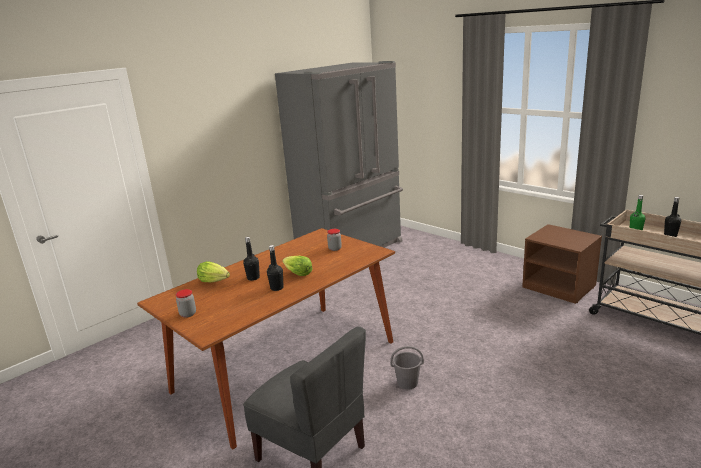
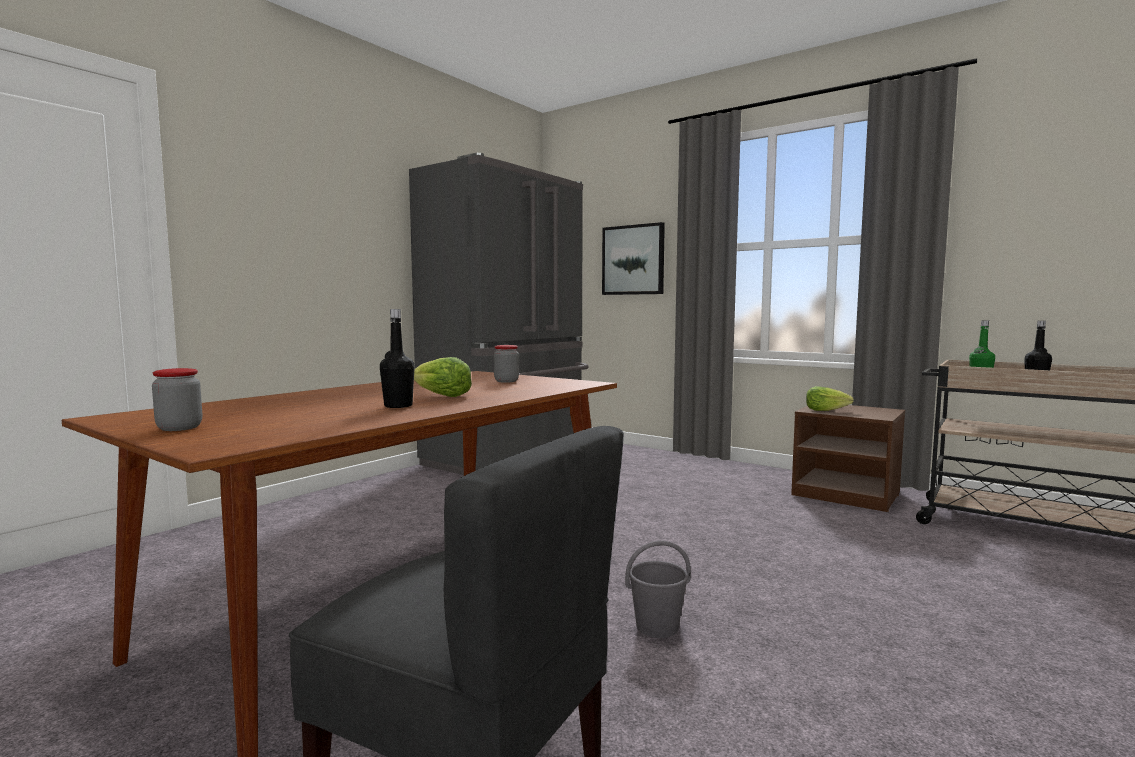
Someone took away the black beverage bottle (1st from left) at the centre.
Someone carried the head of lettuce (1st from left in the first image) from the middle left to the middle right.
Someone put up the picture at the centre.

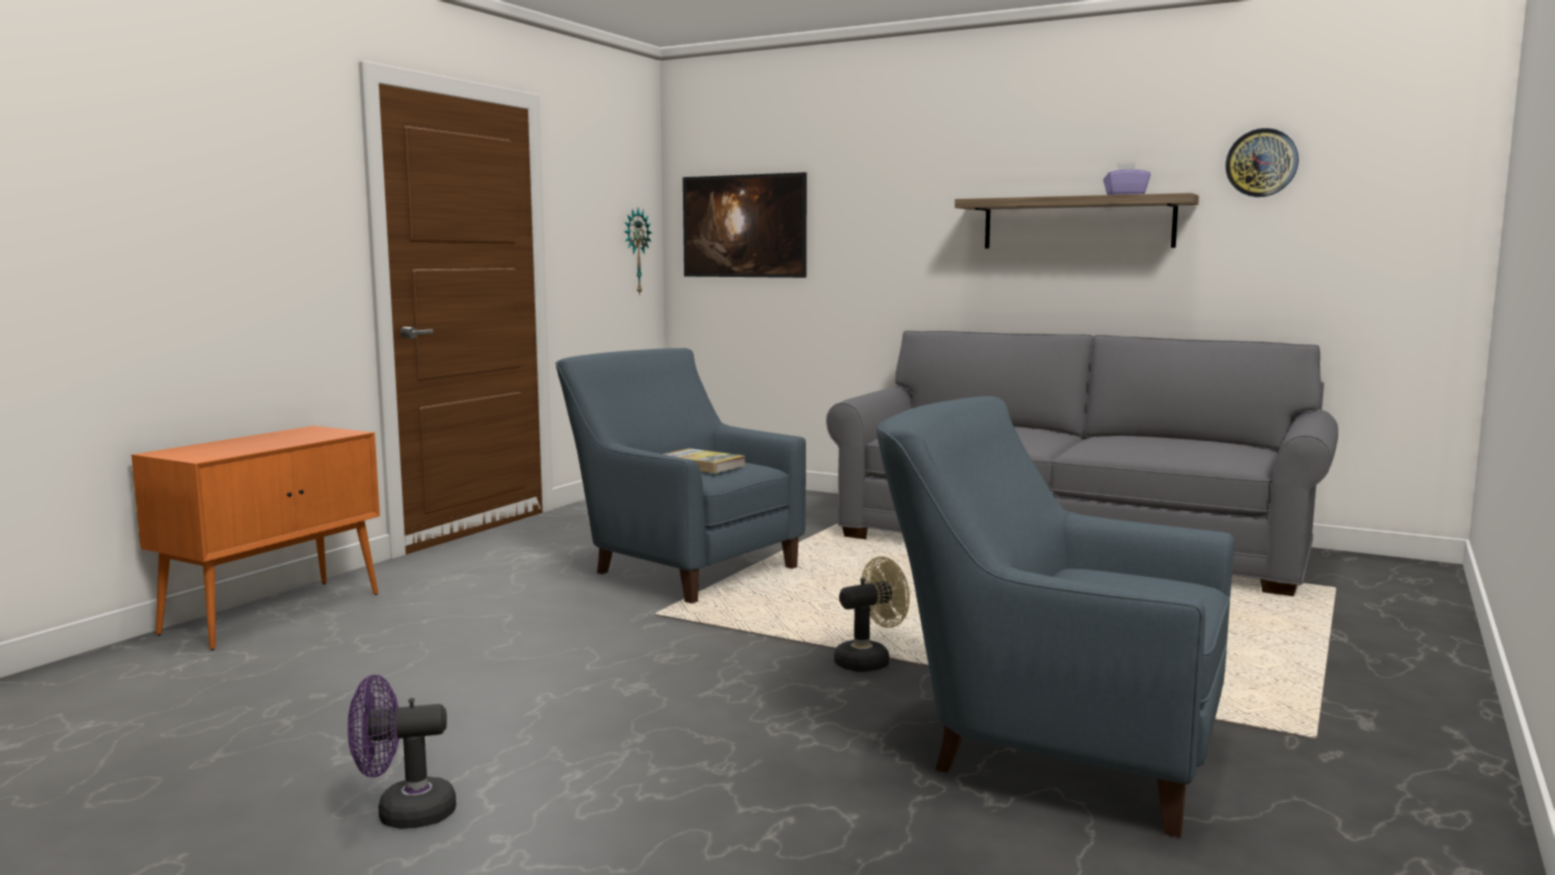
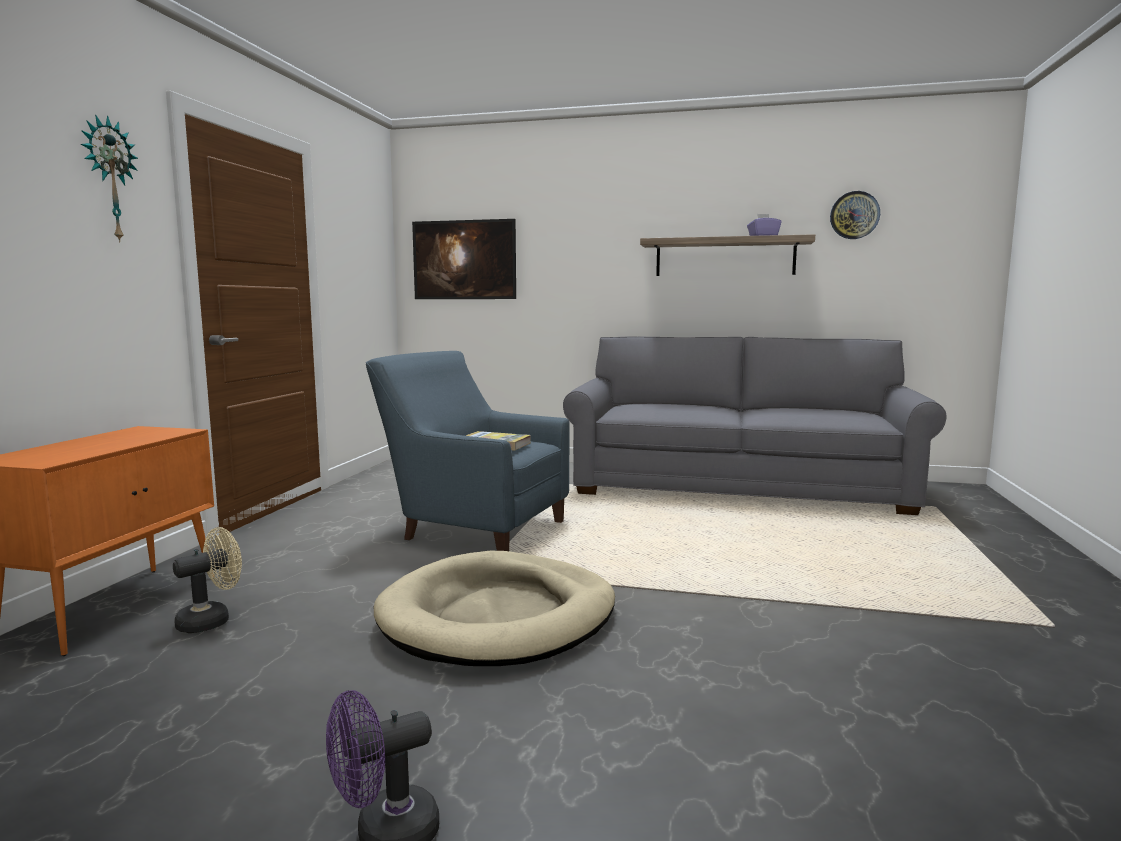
Someone carried the clock on the wall (1st from left) from the top centre to the top left.
Someone took away the blue-coloured armchair (2nd from left) at the bottom right.
Someone carried the beige-coloured fan from the bottom centre to the bottom left.
Someone put down the beige-coloured dog bed at the bottom centre.

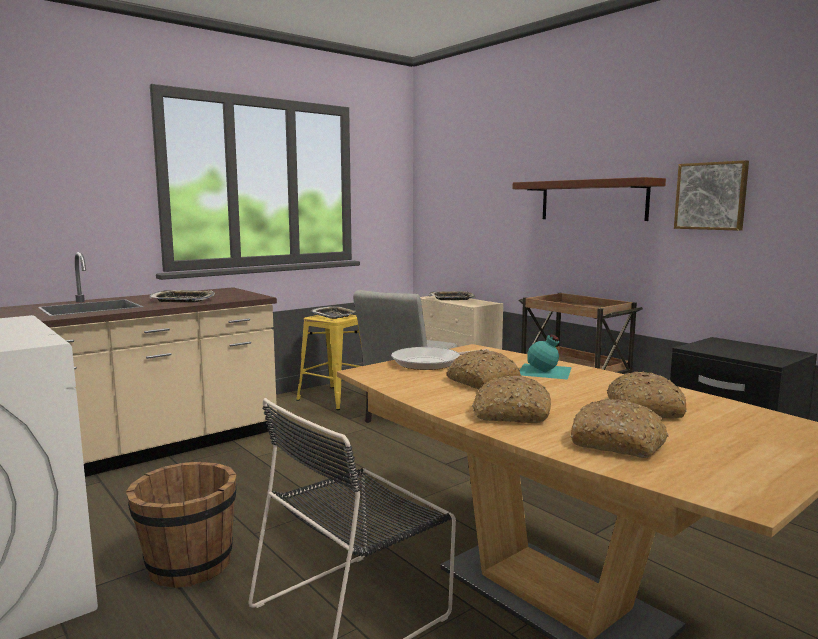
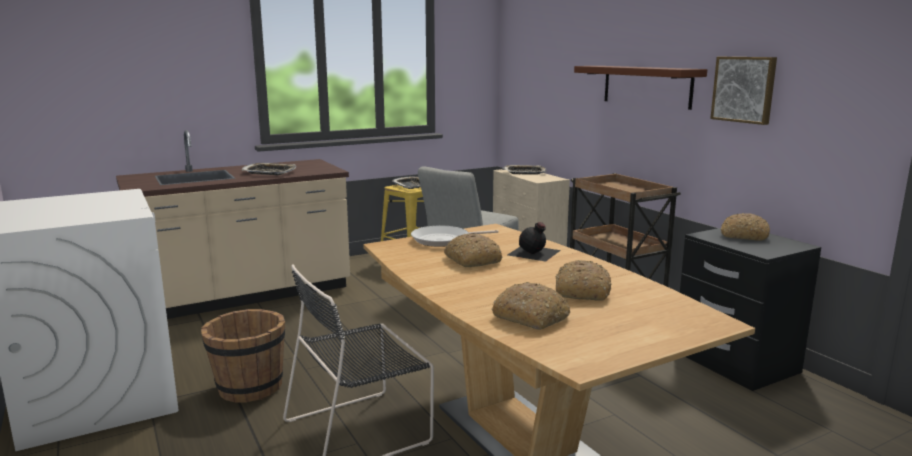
Someone repainted the turquoise-coloured beverage bottle at the middle right, which became the black beverage bottle at the centre.
Someone carried the baked bread (2nd from left in the first image) from the centre to the middle right.

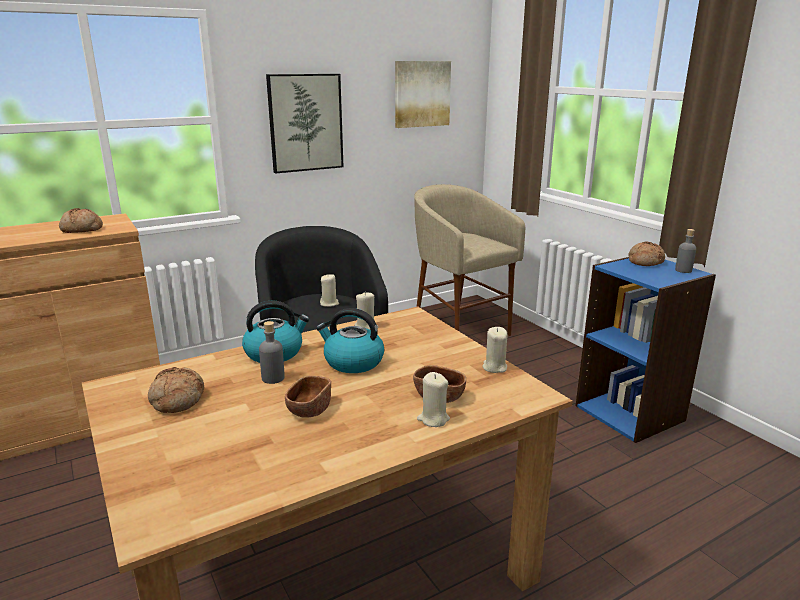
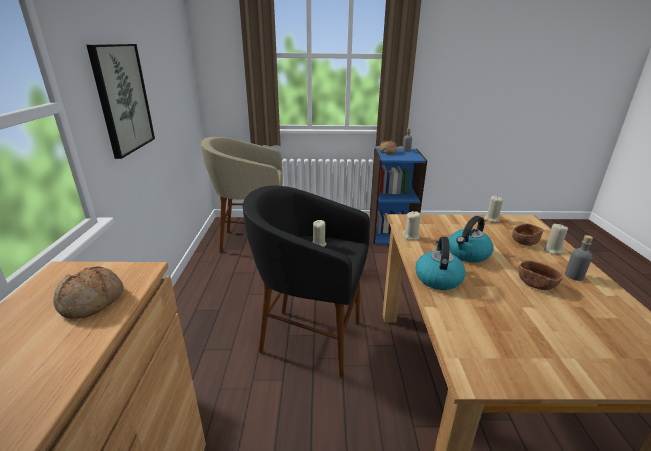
Someone took away the picture (2nd from left) at the top centre.
Someone carried the gray beverage bottle (1st from left in the first image) from the centre to the middle right.
Someone took away the baked bread (2nd from left) at the middle left.

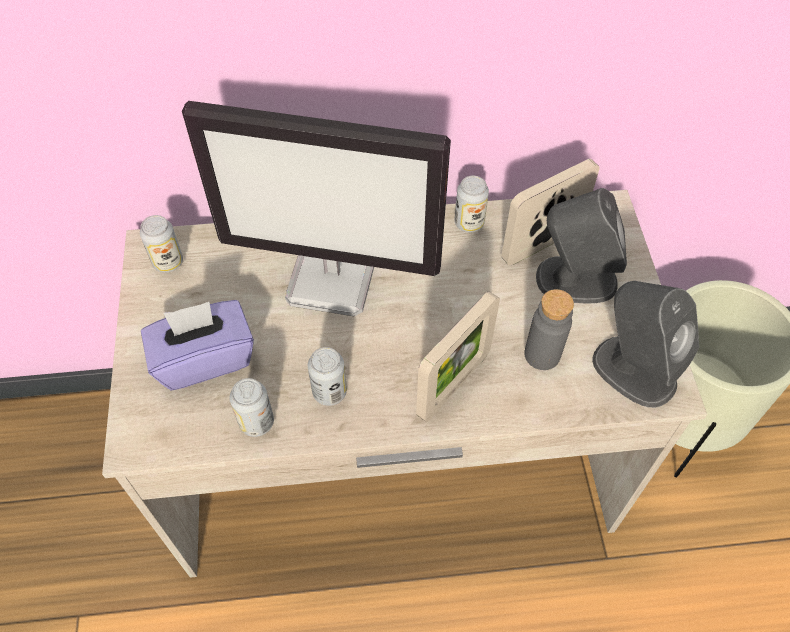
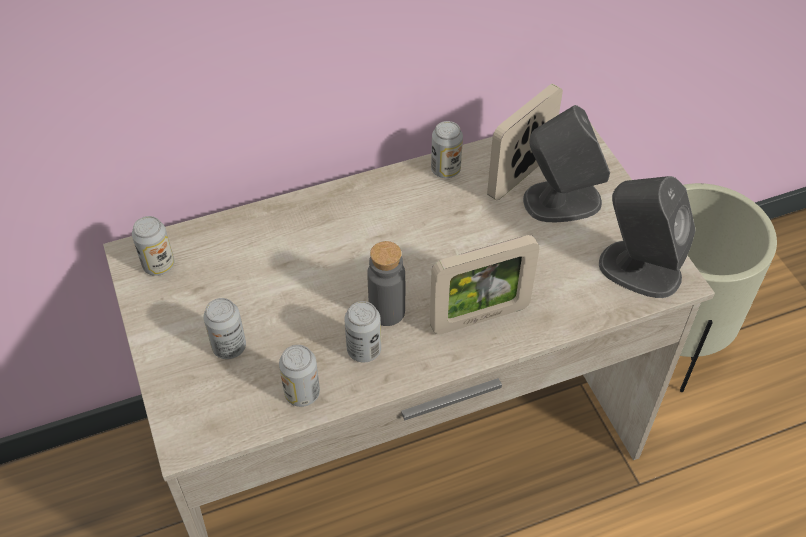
Someone took away the computer screen at the top centre.
Someone carried the gray beverage bottle from the middle right to the centre.
Someone rotated the standing frame (1st from left) at the centre by 45 degrees clockwise.
Someone swapped the purple tissue box at the middle left for the sealed can (2nd from left) at the middle left.

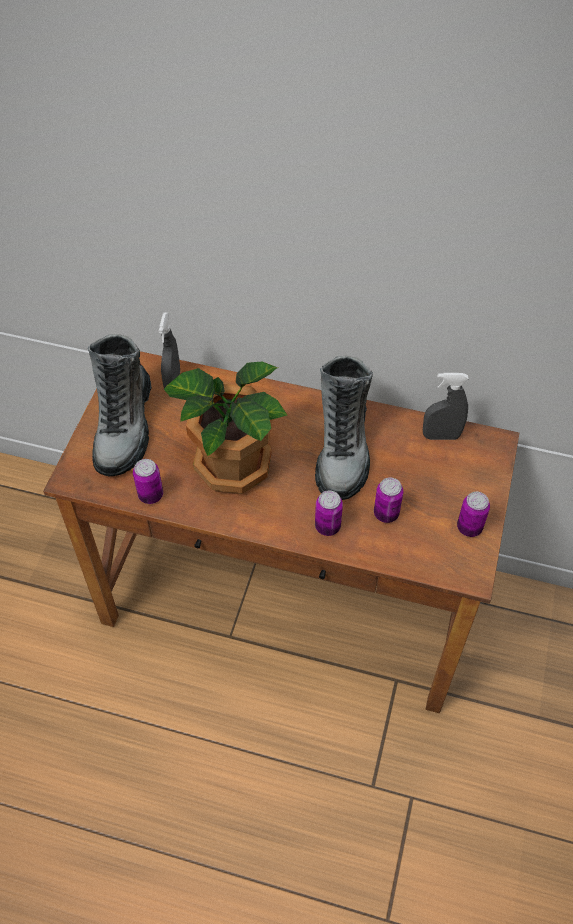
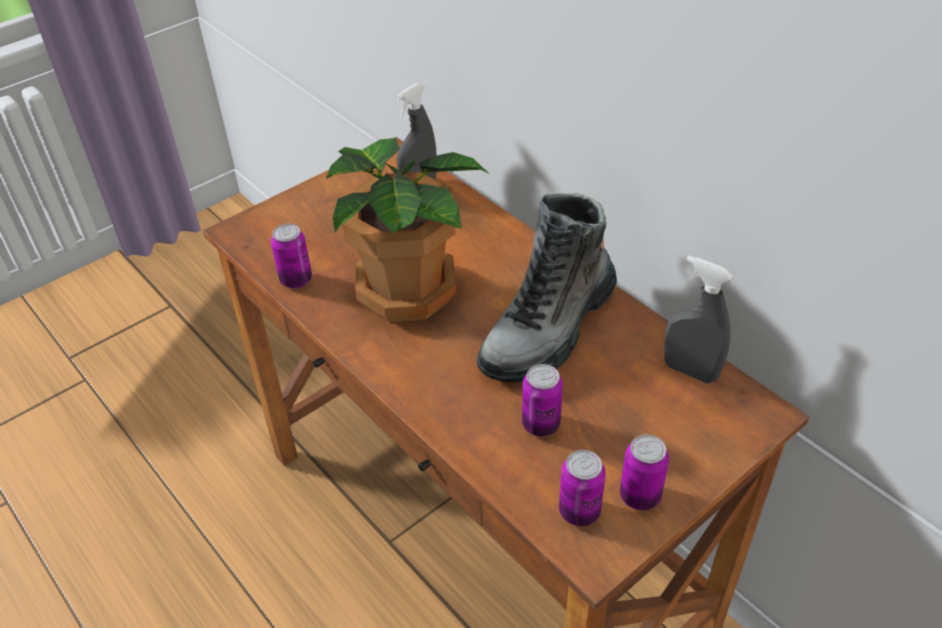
Someone took away the tall boot (1st from left) at the middle left.
Someone carried the sealed can (2nd from left in the first image) from the centre to the bottom centre.

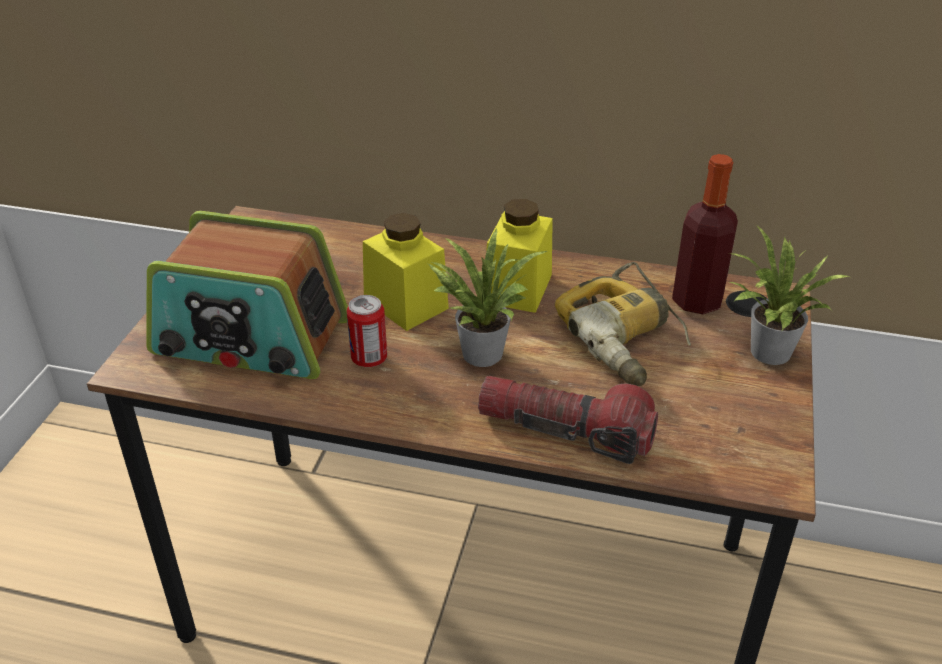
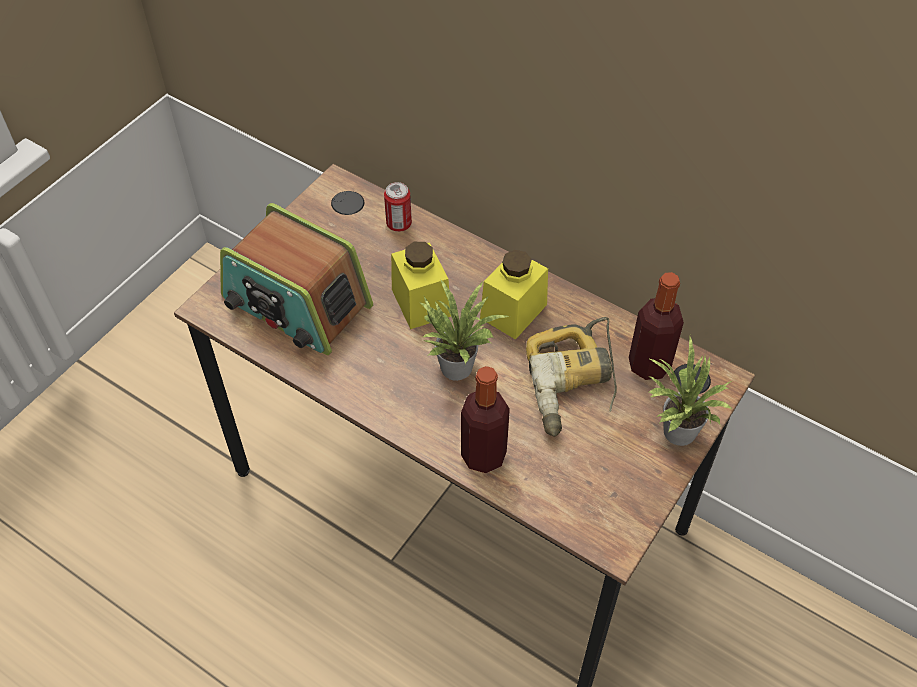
Someone carried the sealed can from the centre to the top centre.
Someone swapped the hand torch at the centre for the beverage bottle (1st from left) at the centre.

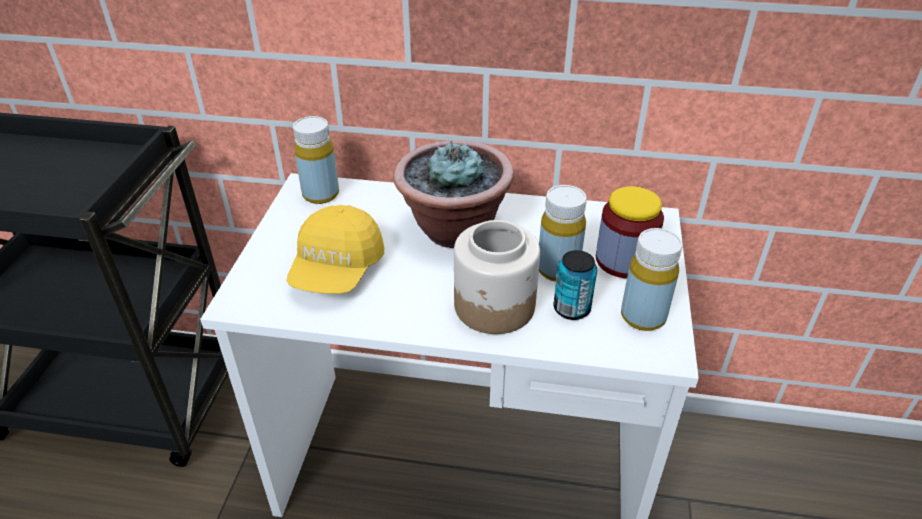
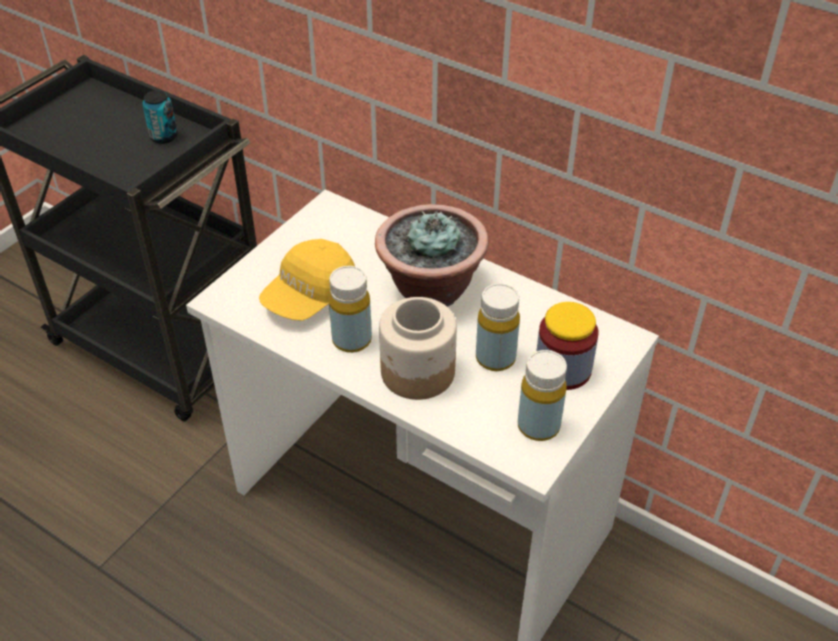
Someone carried the yellow beverage bottle (1st from left) from the top centre to the centre.
Someone carried the sealed can from the centre to the top left.

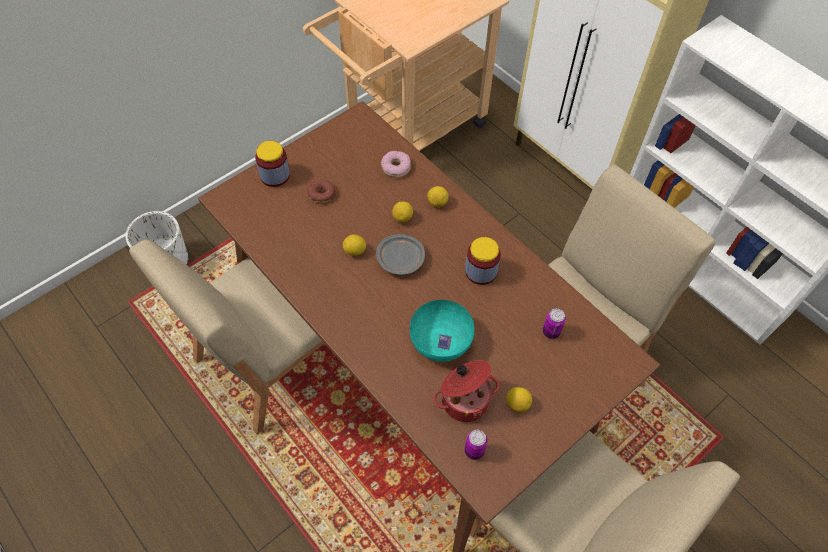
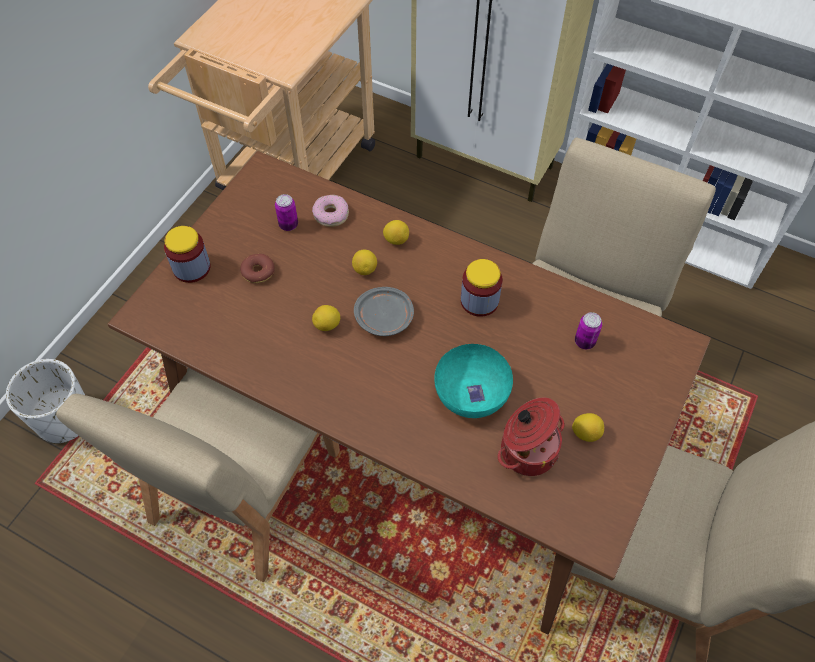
Someone carried the sealed can (1st from left) from the bottom centre to the top centre.

